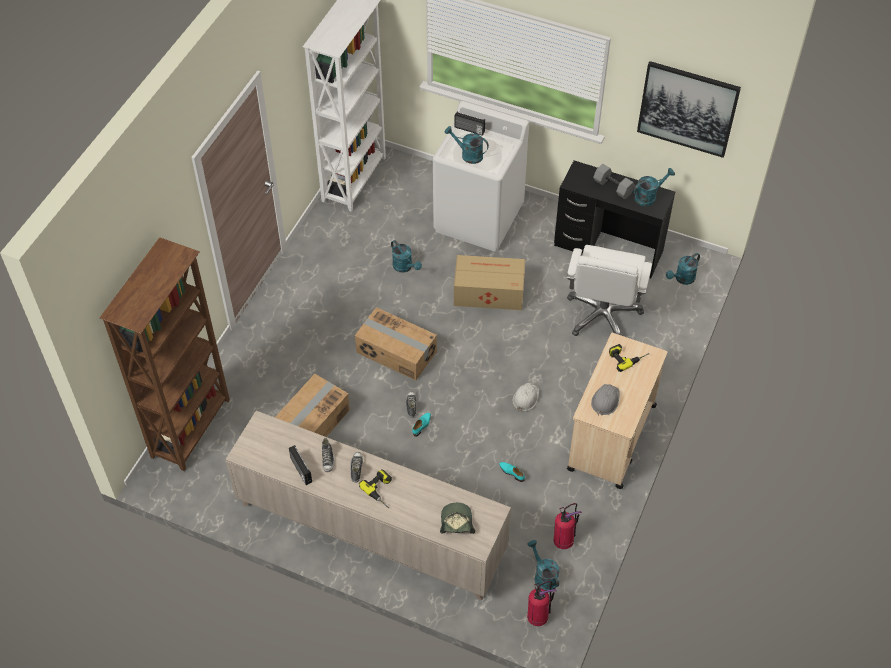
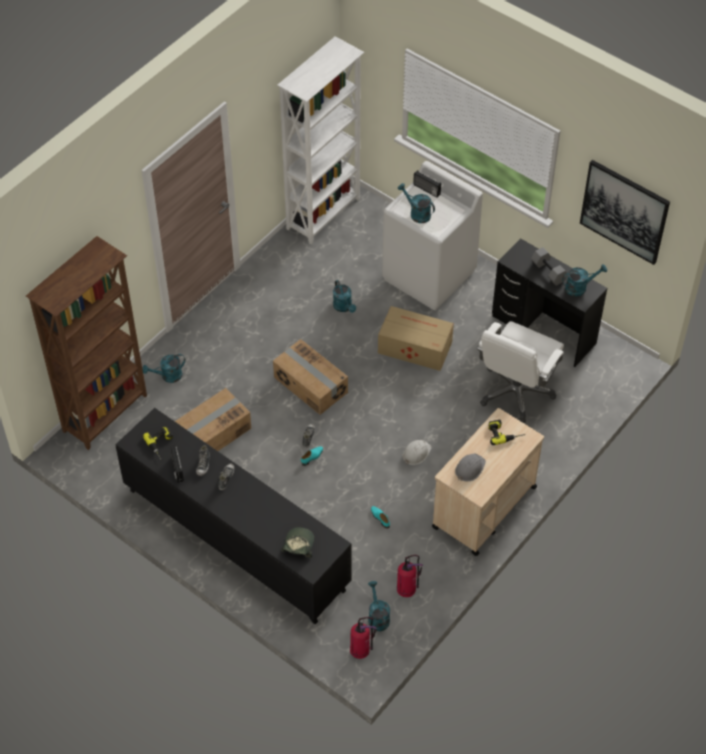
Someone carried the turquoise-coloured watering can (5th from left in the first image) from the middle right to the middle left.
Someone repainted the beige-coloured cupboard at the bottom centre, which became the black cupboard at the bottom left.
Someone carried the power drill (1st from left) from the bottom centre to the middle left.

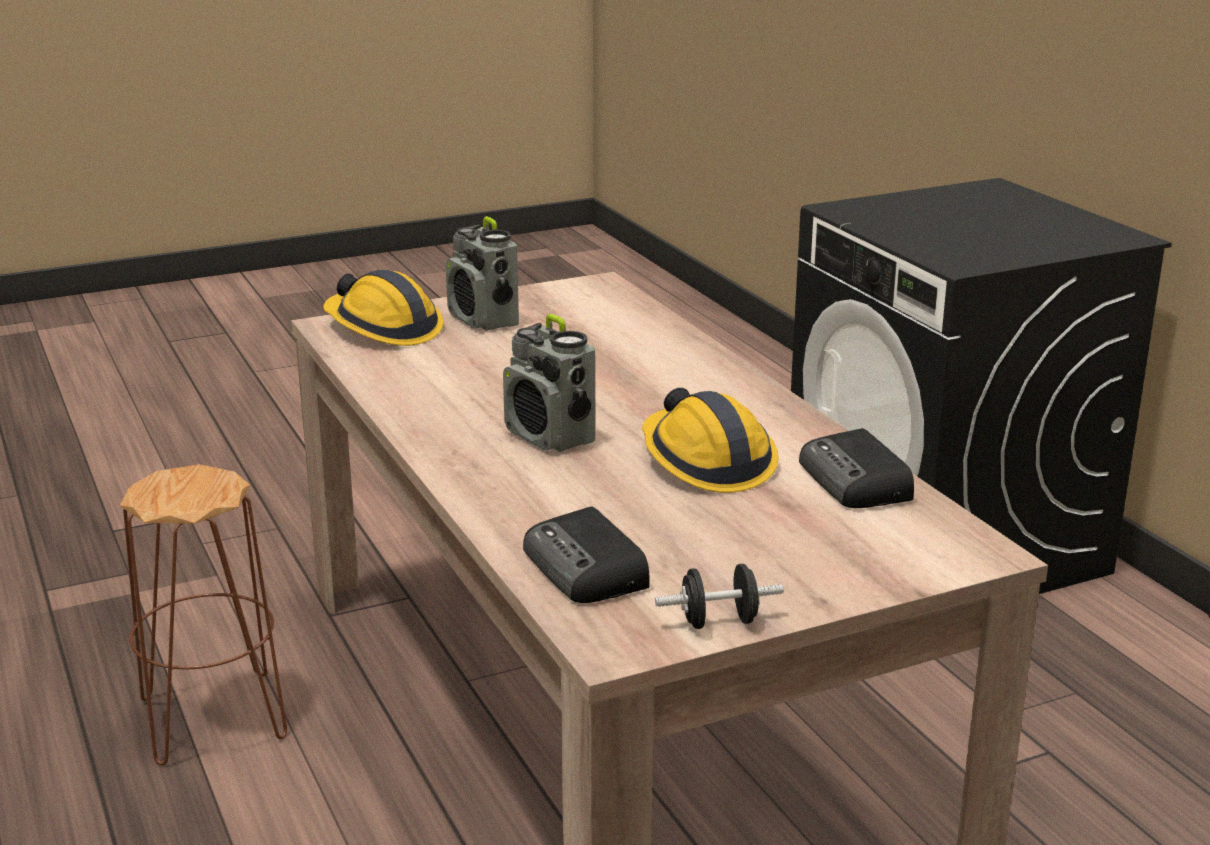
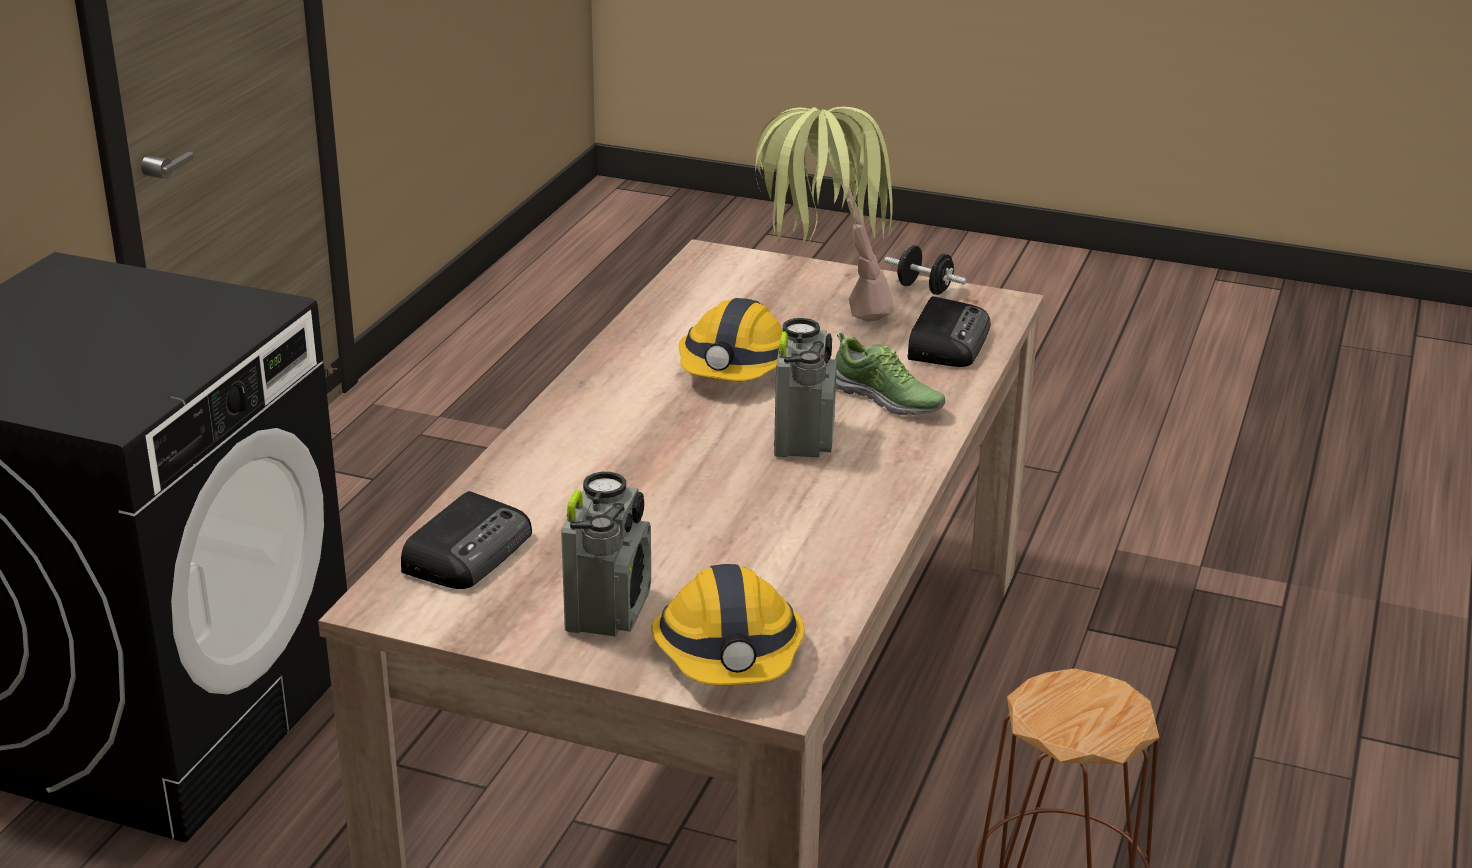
Someone carried the radio set (4th from left in the first image) from the middle right to the middle left.
Someone put down the potted plant at the top centre.
Someone put down the low shoe at the centre.

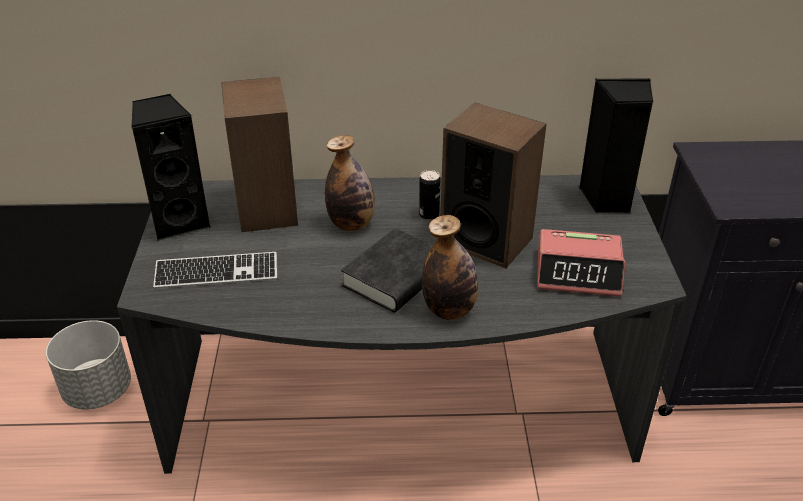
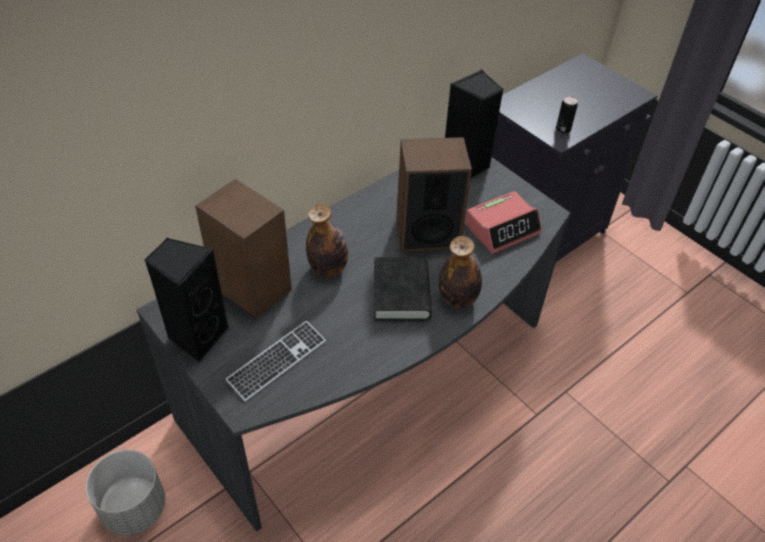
Someone carried the sealed can from the centre to the top right.

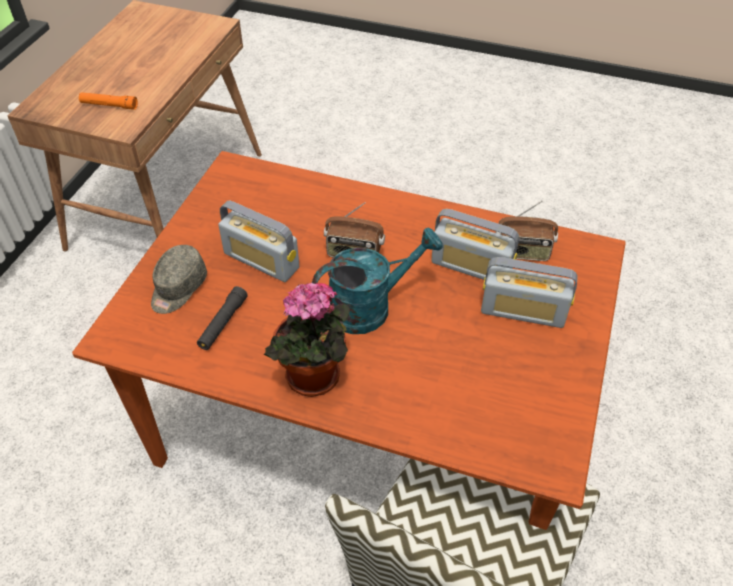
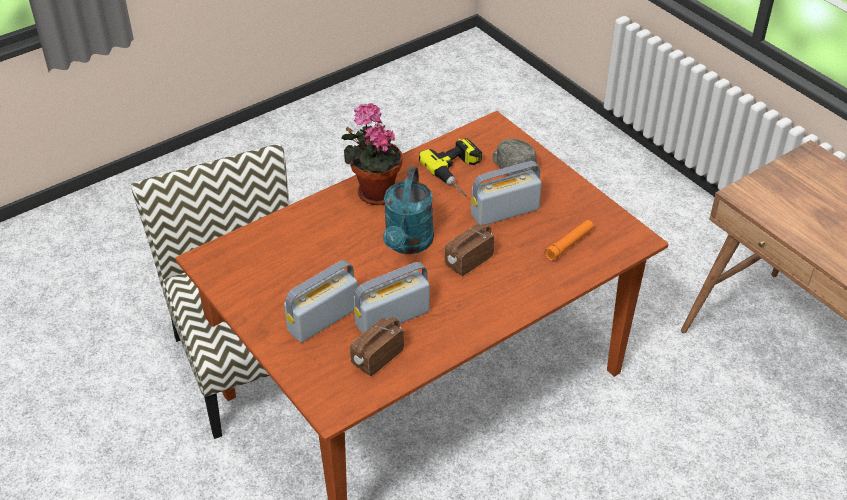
Someone carried the orange hand torch from the top left to the middle right.
Someone swapped the black hand torch at the middle left for the power drill at the centre.

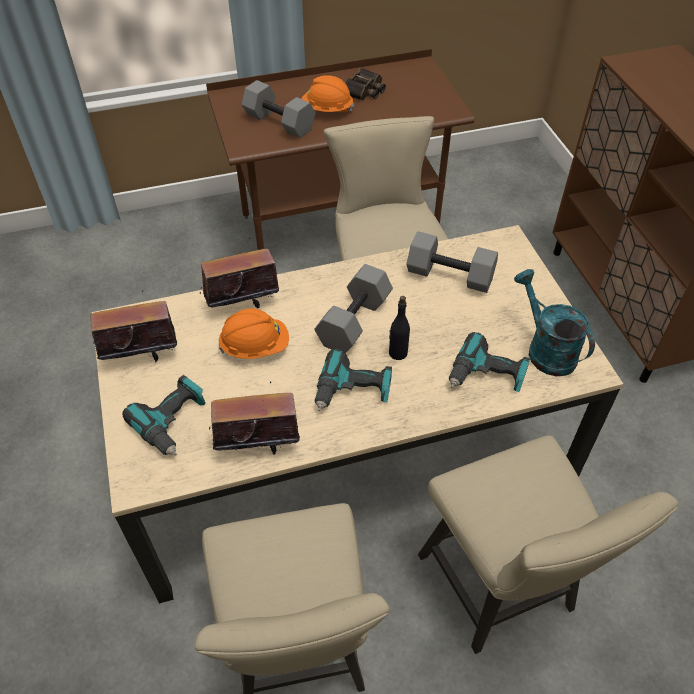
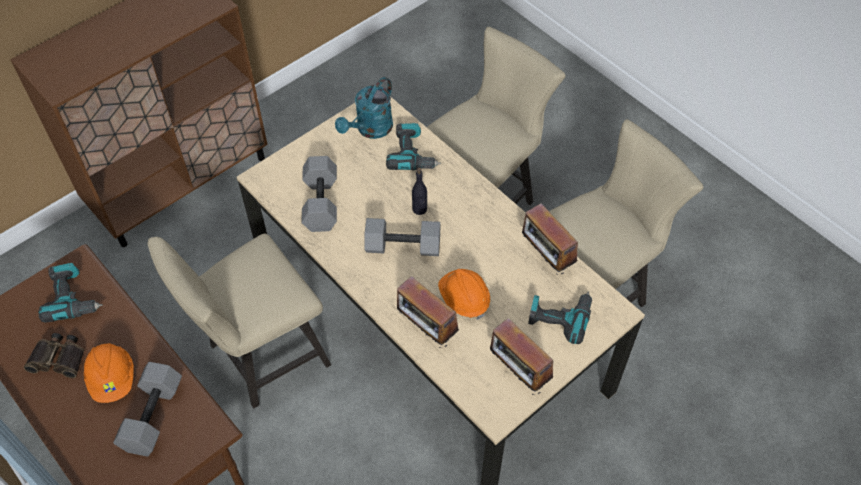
Someone carried the power drill (2nd from left in the first image) from the centre to the middle left.

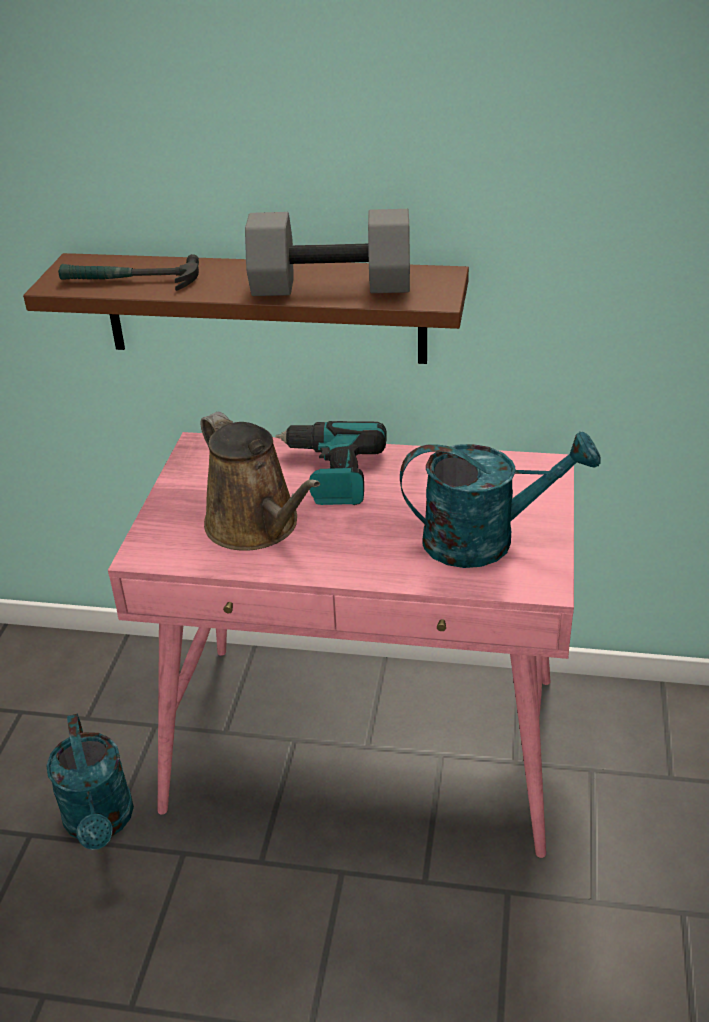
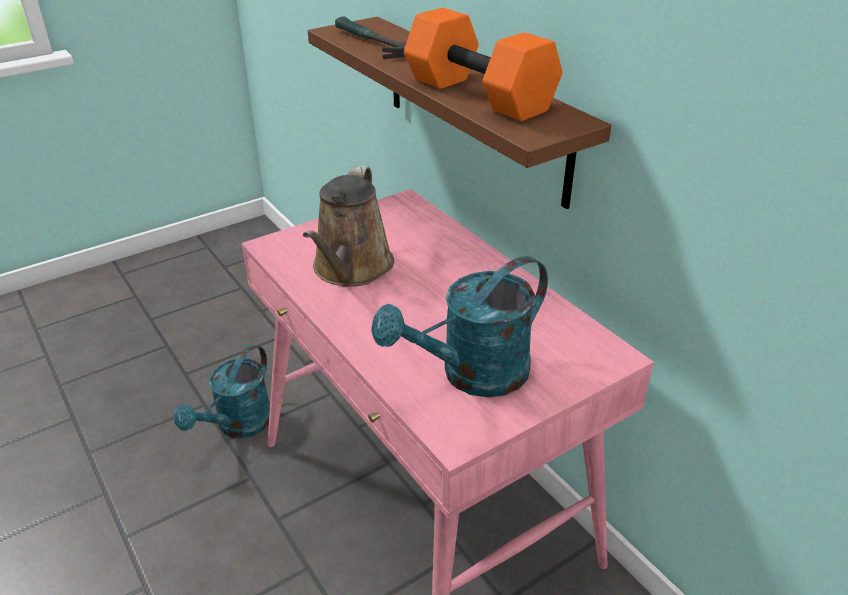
Someone repainted the gray dumbbell at the top centre, which became the orange dumbbell at the top centre.
Someone took away the power drill at the centre.
Someone rotated the turquoise-coloured watering can (2nd from left) at the middle right by 105 degrees clockwise.

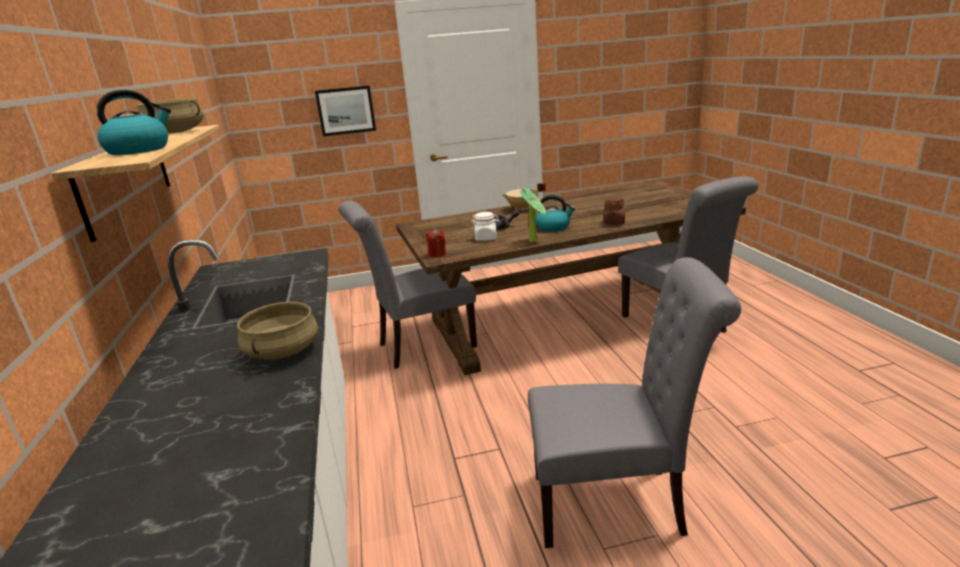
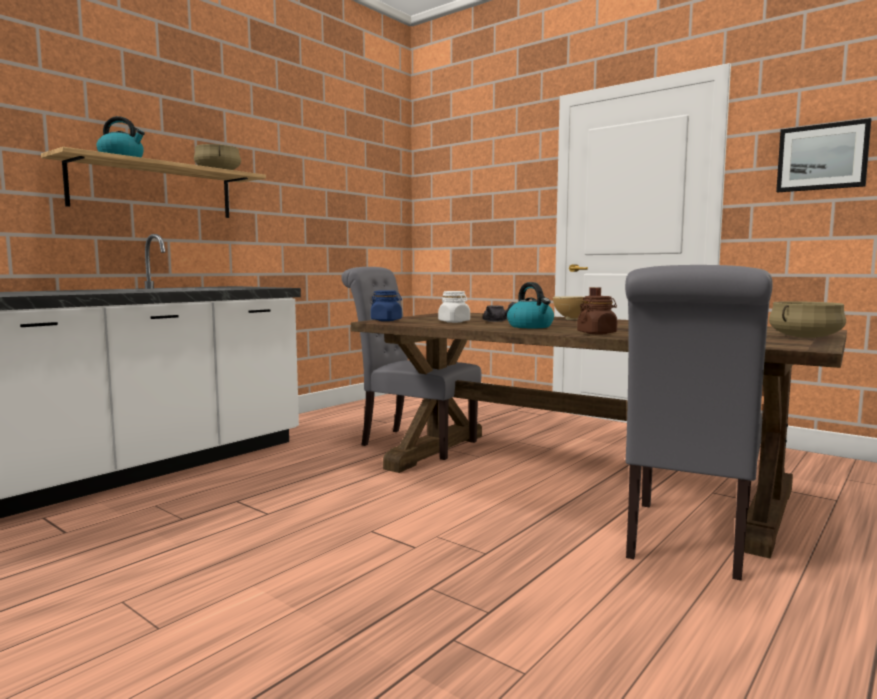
Someone carried the picture from the top centre to the top right.
Someone took away the potted plant at the centre.
Someone swapped the red wax candle at the centre for the blue-coloured jar at the centre.
Someone took away the gray plain chair (2nd from left) at the bottom centre.
Someone carried the beige-coloured saucepot (2nd from left in the first image) from the middle left to the middle right.

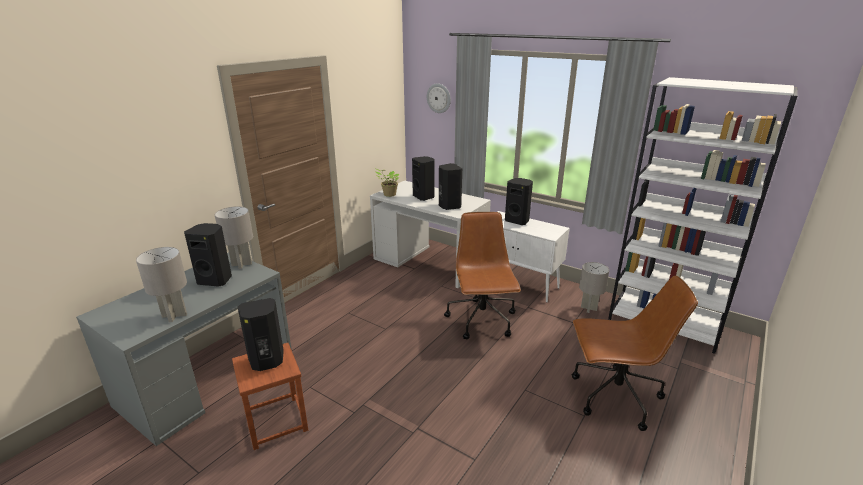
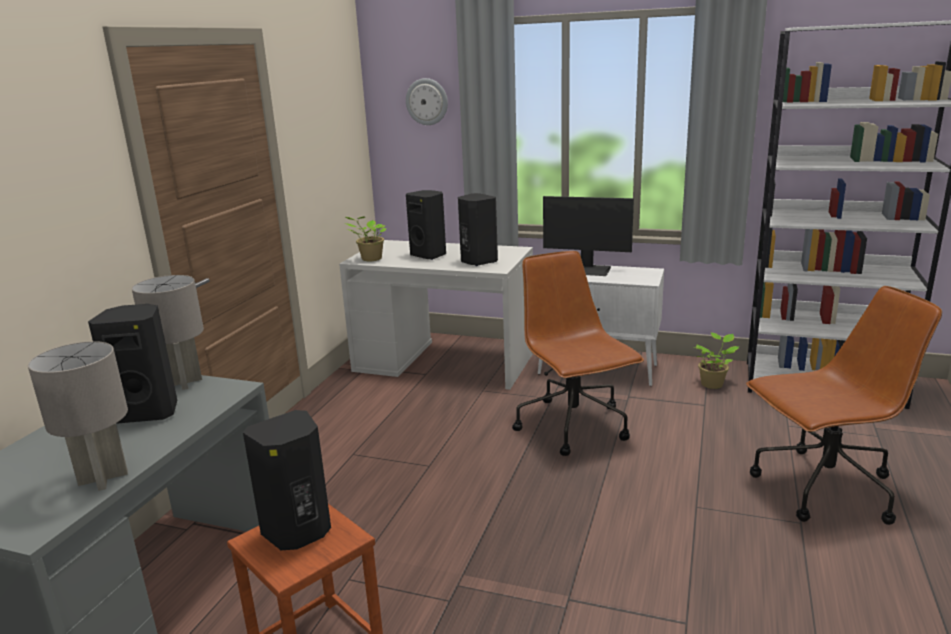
Someone swapped the black audio speaker (5th from left) at the centre for the computer screen at the centre.
Someone swapped the gray tabletop lamp (3rd from left) at the middle right for the potted plant (2nd from left) at the middle right.

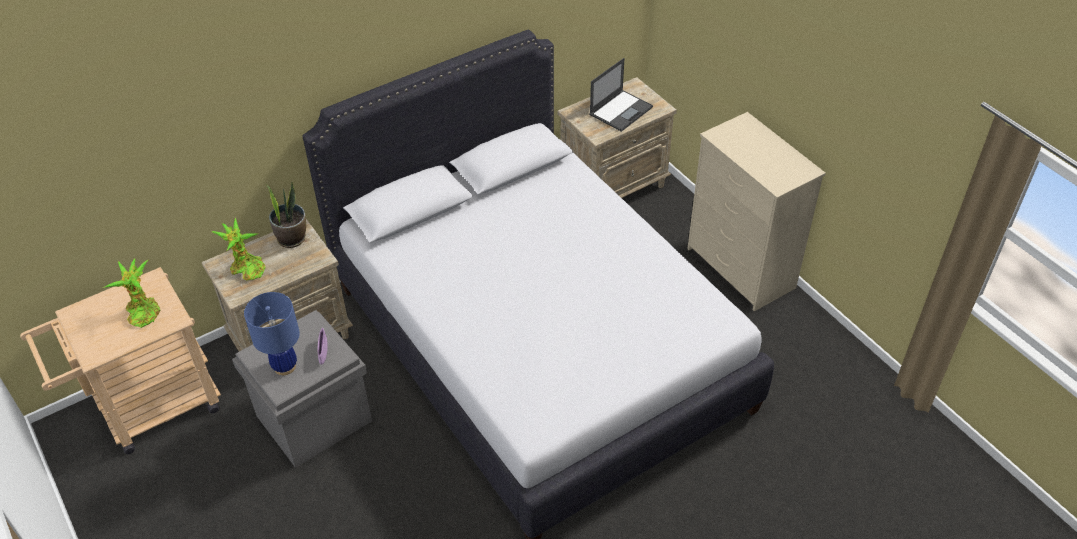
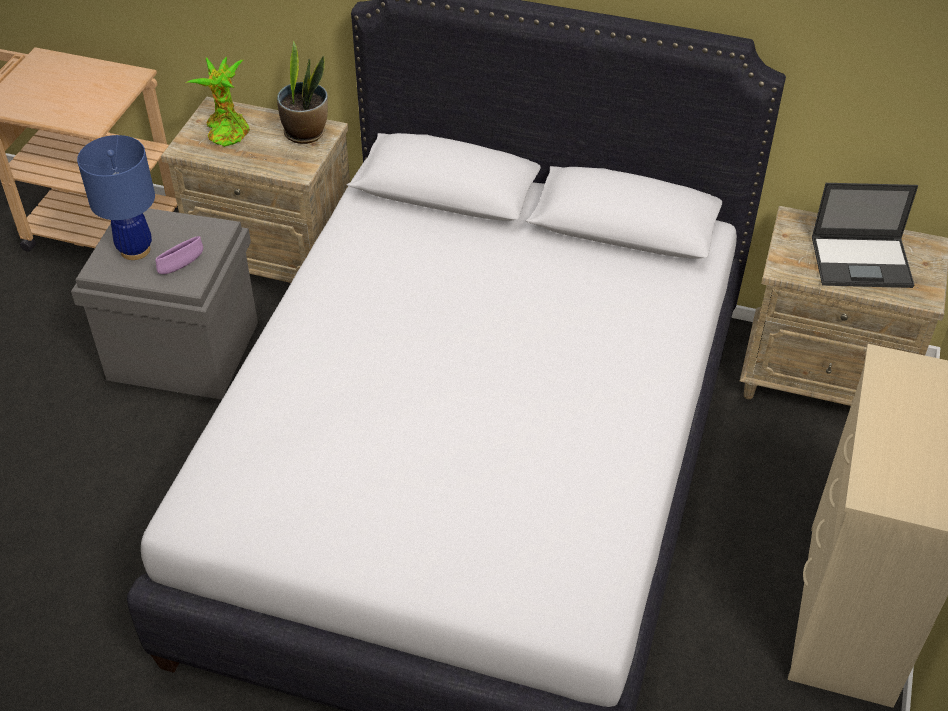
Someone took away the potted plant (1st from left) at the middle left.

